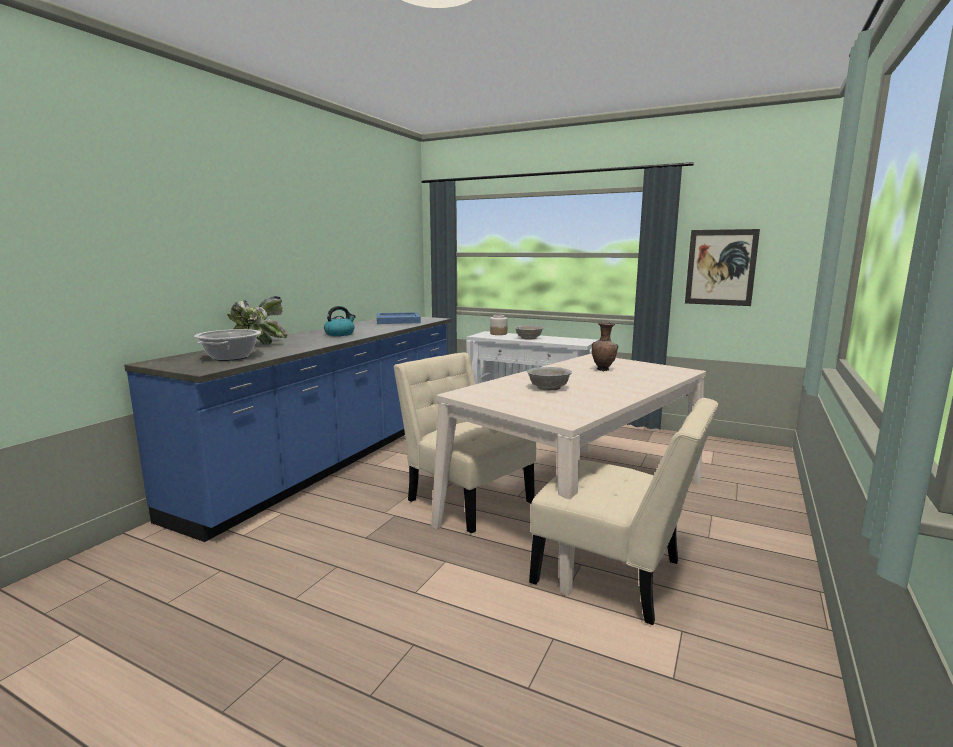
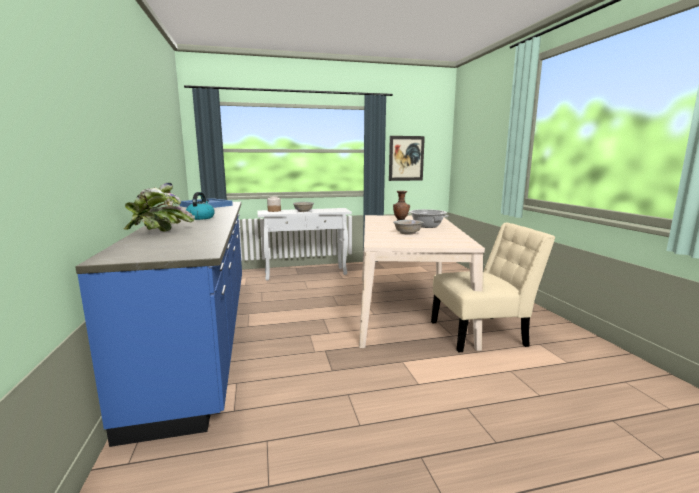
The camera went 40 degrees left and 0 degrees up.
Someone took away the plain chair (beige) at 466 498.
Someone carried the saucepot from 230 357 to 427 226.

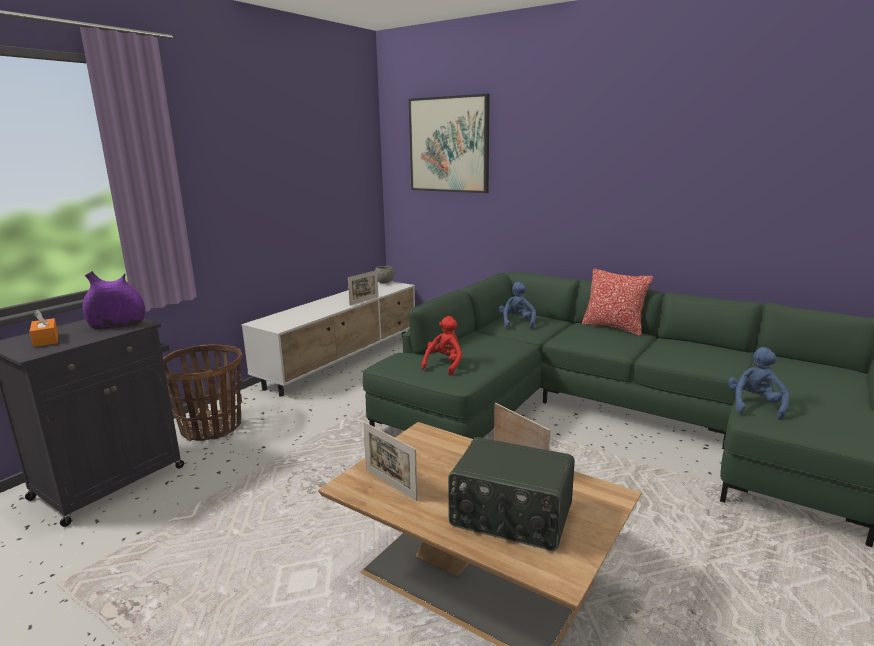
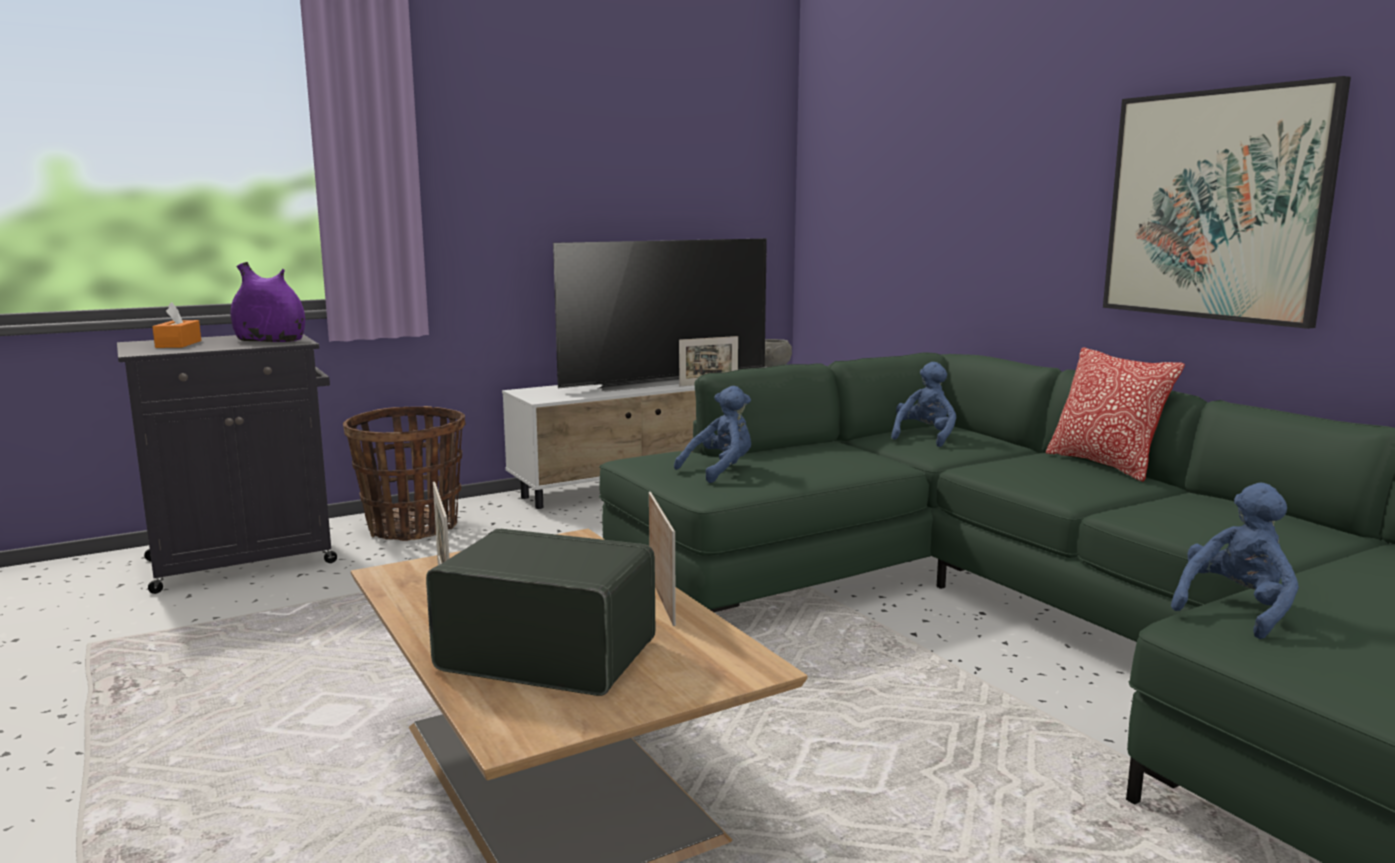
The camera went 25 degrees right and 5 degrees down.
Someone put down the TV at 662 381.
Someone carried the wall art from 449 145 to 1216 205.
Someone repainted the soft toy (red-coloured) at 444 365, which became the soft toy (bluish) at 720 471.
Someone rotated the radio set at 510 517 by 150 degrees clockwise.

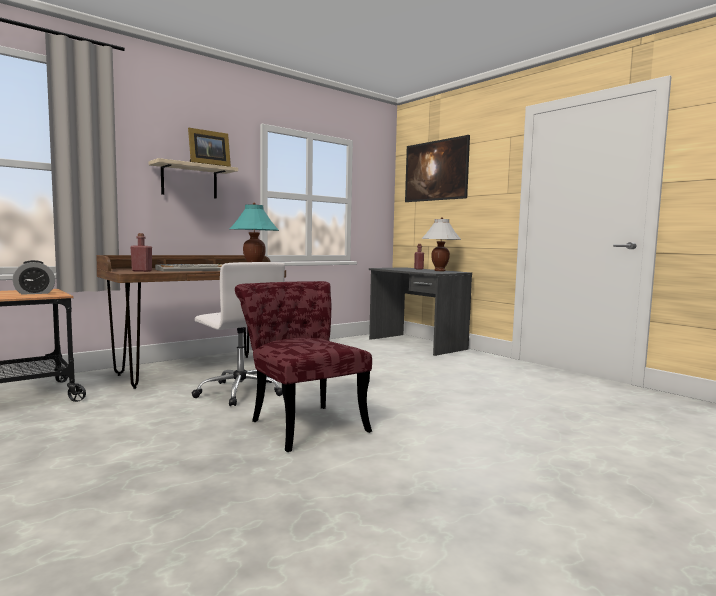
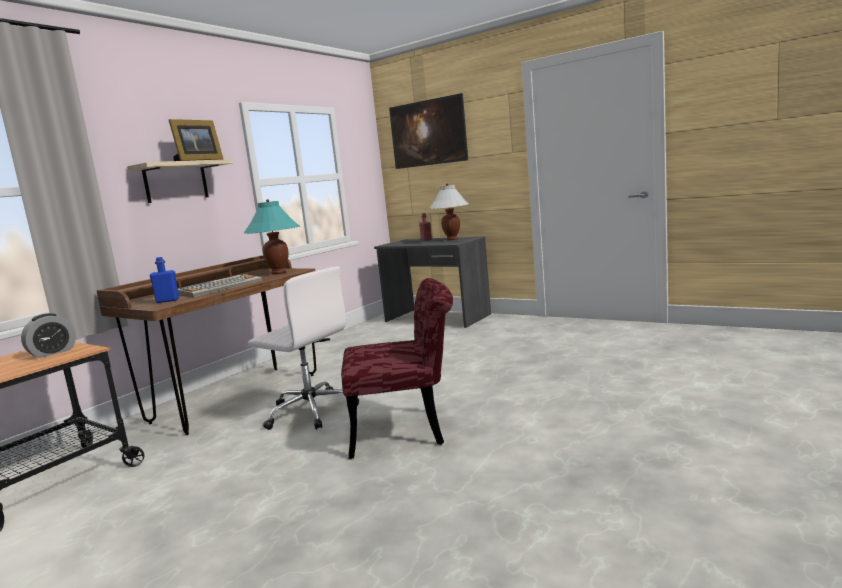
The camera went 15 degrees left and 5 degrees up.
Someone repainted the drink bottle (red-coloured) at 142 271, which became the drink bottle (bluish) at 167 301.
Someone rotated the plain chair (red-coloured) at 302 423 by 135 degrees clockwise.

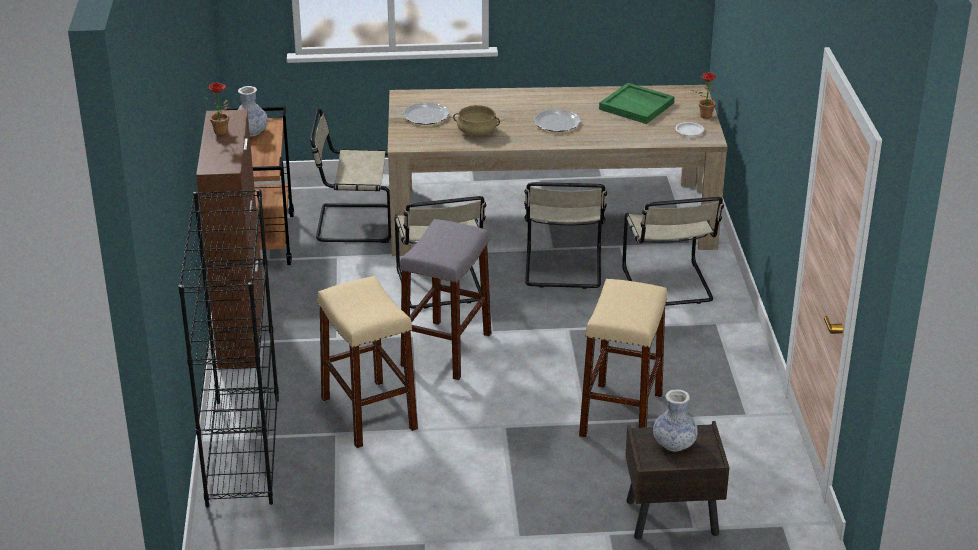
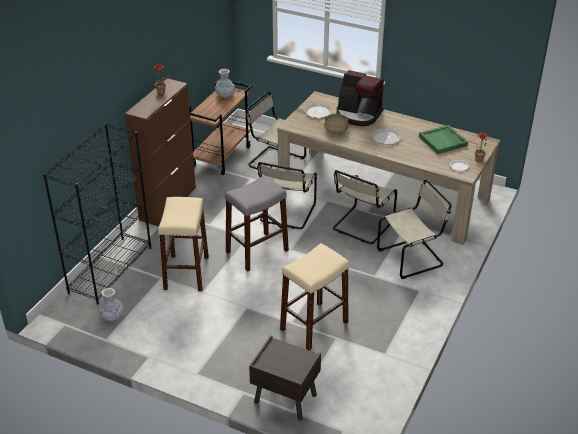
The camera went 30 degrees right and 5 degrees up.
Someone put down the coffee machine at 358 114.
Someone carried the vase from 674 444 to 112 316.
Someone rotated the plain chair (beige) at 668 286 by 135 degrees counterclockwise.

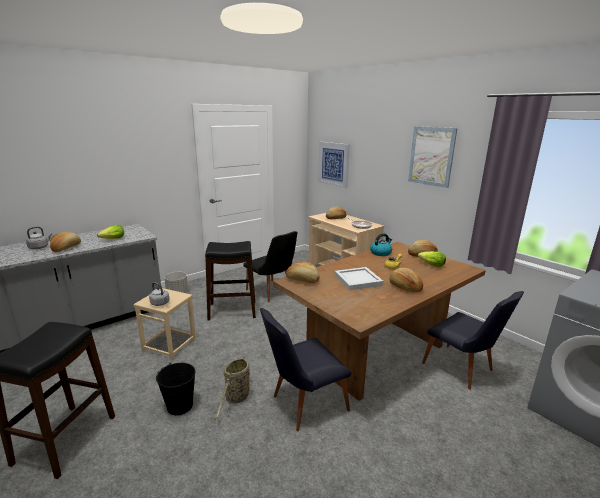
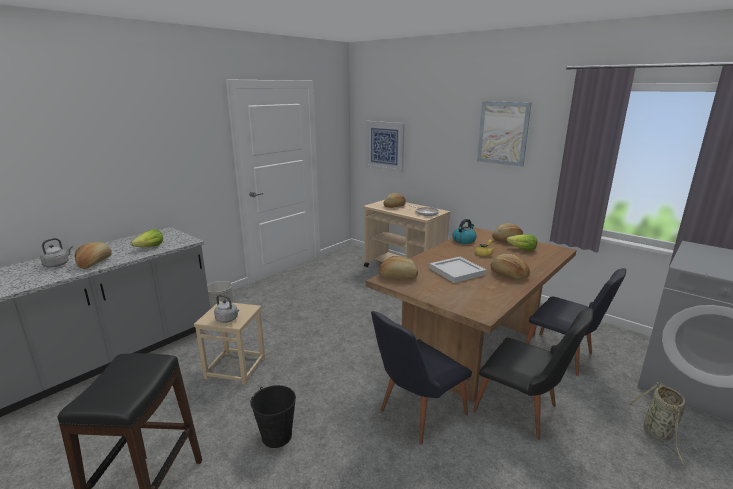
The camera went 10 degrees left and 0 degrees up.
Someone took away the sitting stool (black) at 232 310.
Someone carried the storage basket from 236 398 to 658 435.
Someone carried the plain chair (black) from 272 292 to 523 412.

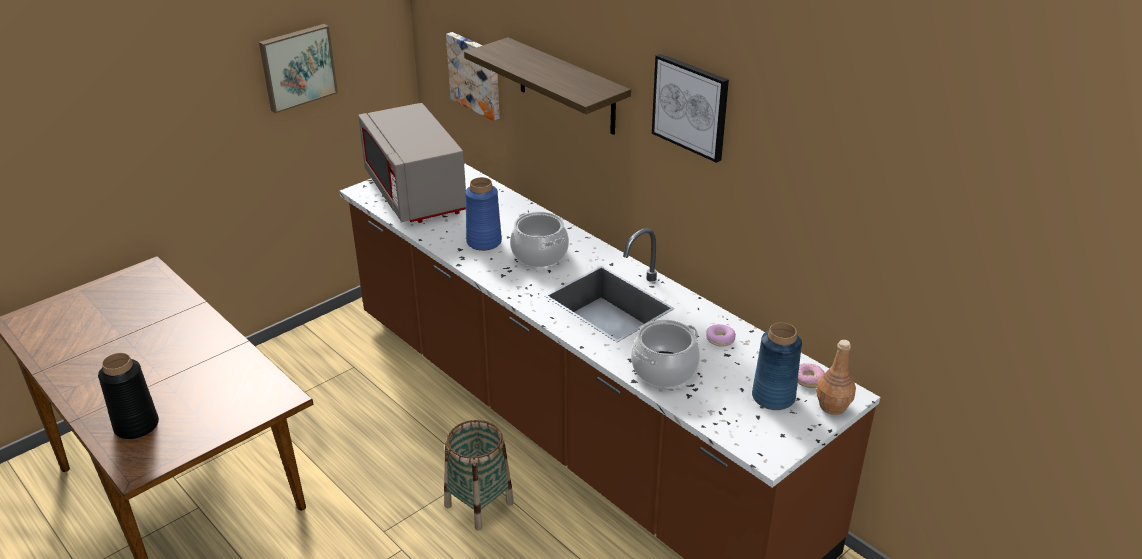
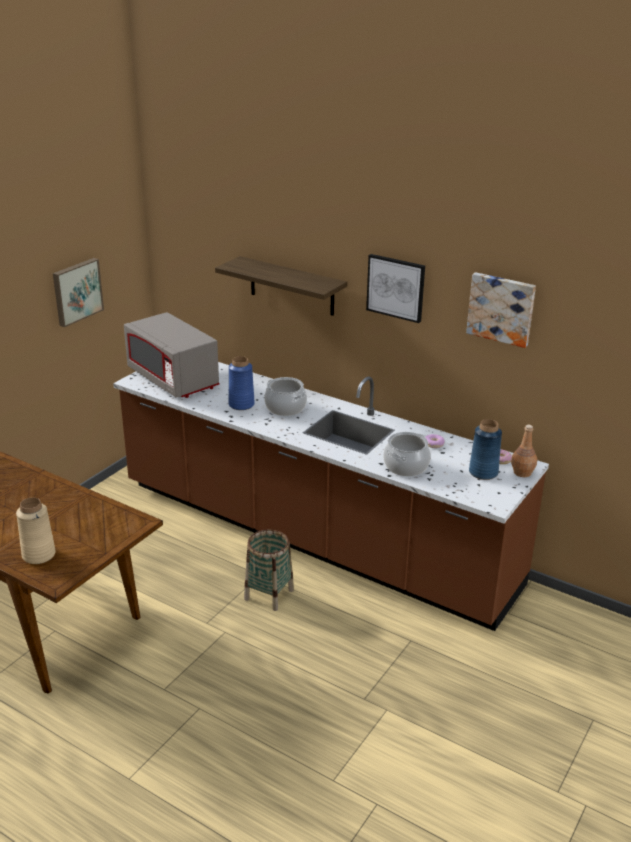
The camera went 15 degrees left and 5 degrees down.
Someone carried the wall art from 476 75 to 501 308.
Someone repainted the vase (black) at 136 425, which became the vase (beige) at 39 555.

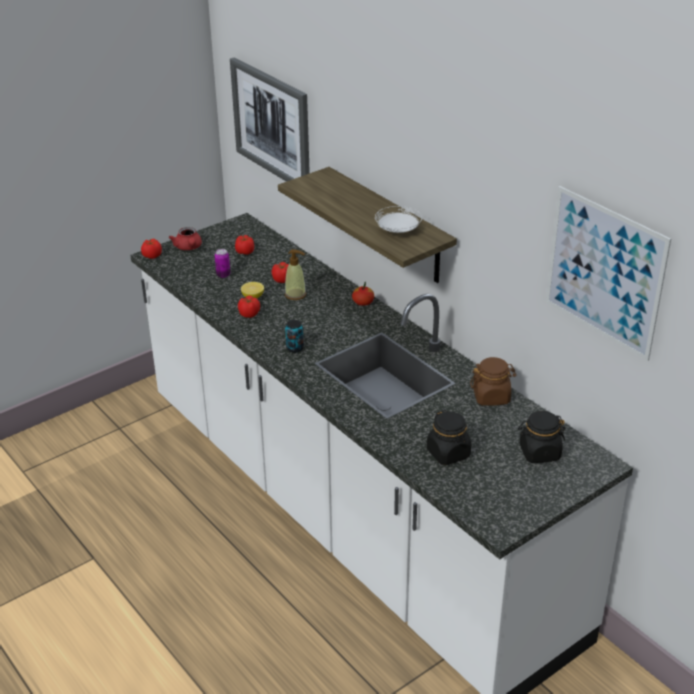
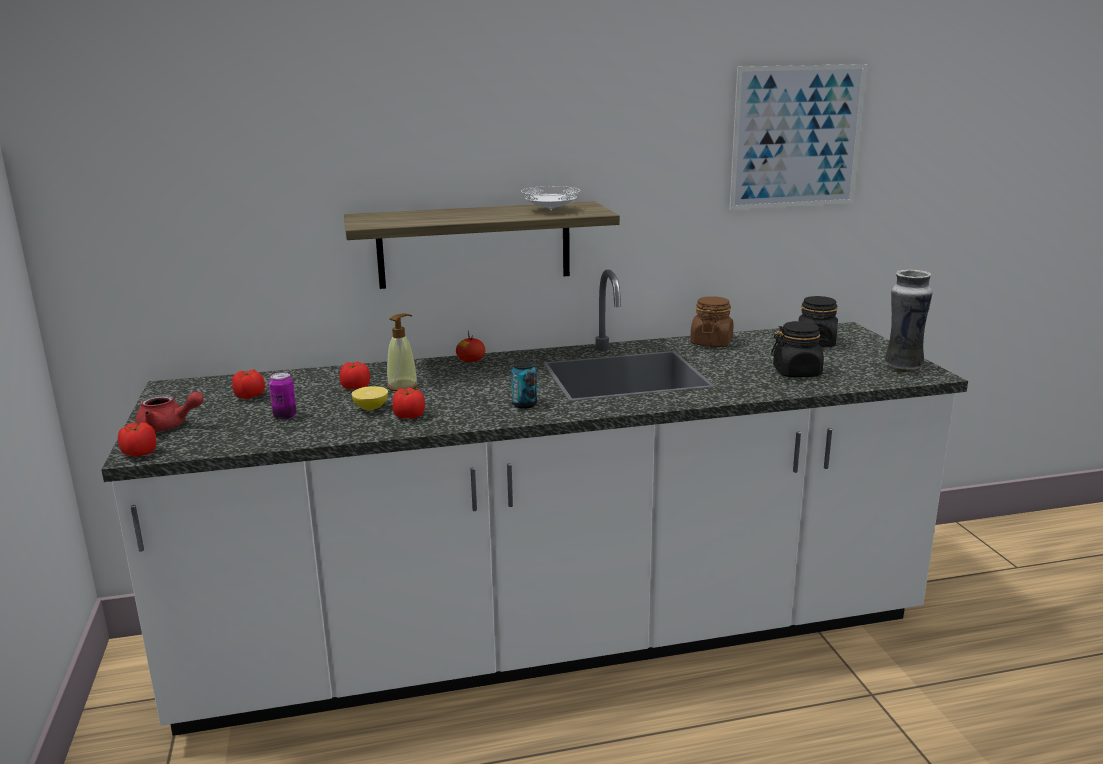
The camera went 65 degrees left and 15 degrees down.
Someone took away the wall art at 272 123.
Someone put down the vase at 902 367.

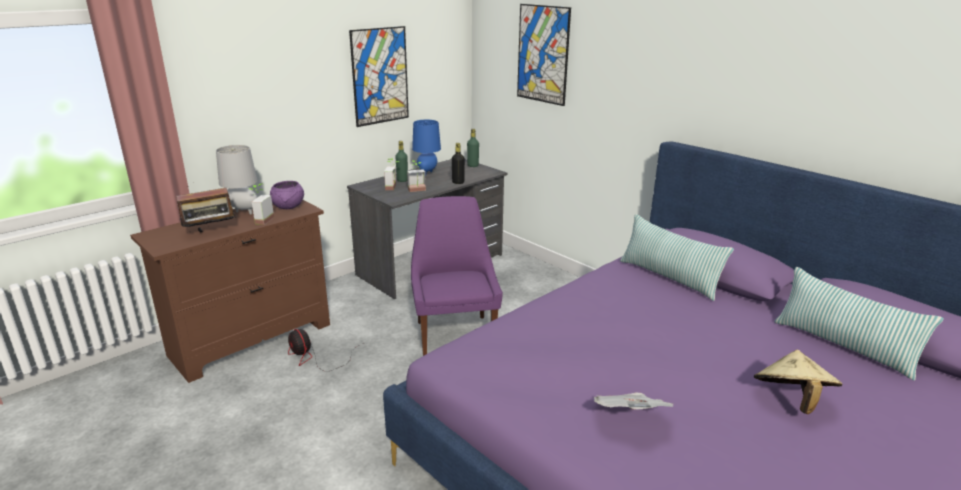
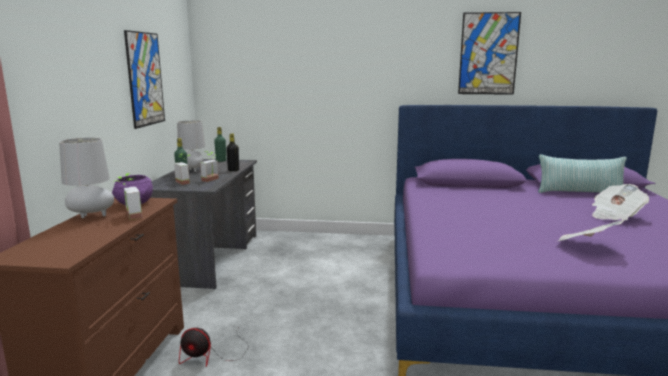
The camera went 40 degrees left and 10 degrees down.
Someone took away the radio set at 210 232.
Someone took away the plain chair (purple-coloured) at 454 333.
Someone took away the throw pillow at 669 277.
Someone carried the wall art from 543 54 to 488 54.
Someone swapped the hat (beige) at 791 401 for the newspaper at 615 215.
Someone repainted the lamp for a table (bluish) at 427 173, which became the lamp for a table (greyish) at 193 170.

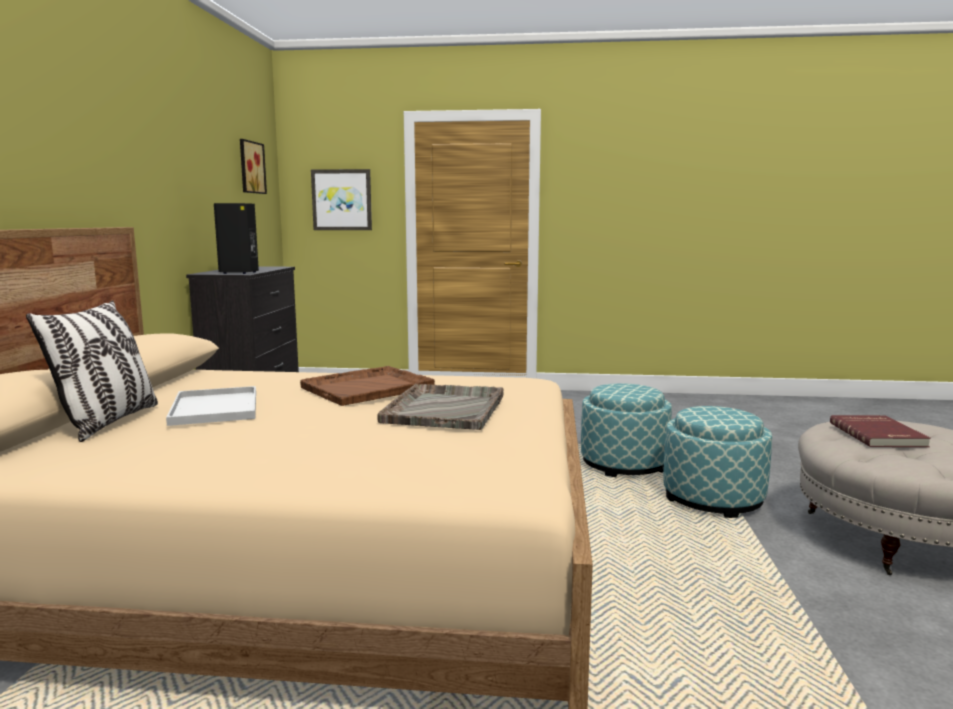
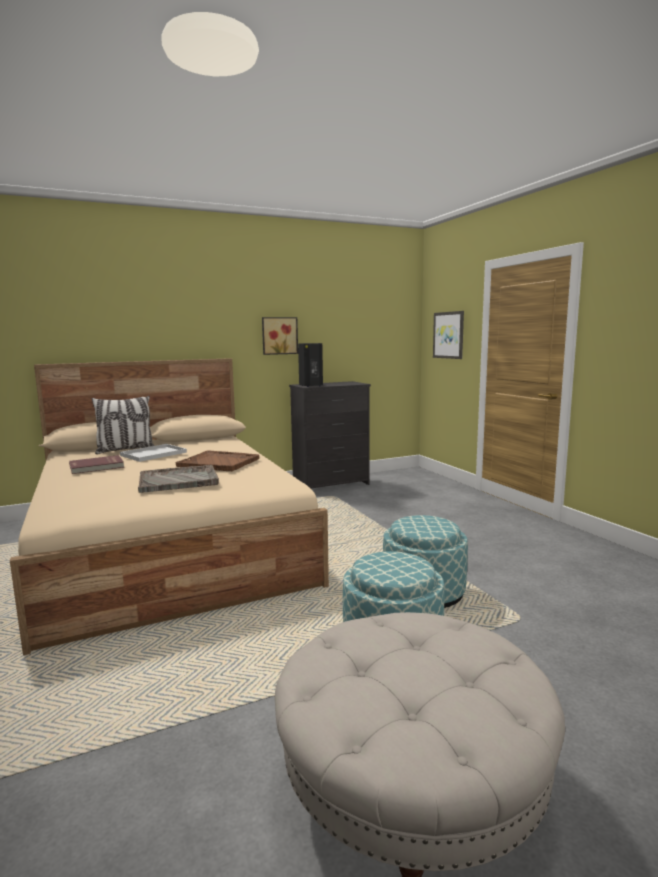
The camera went 60 degrees right and 0 degrees up.
Someone carried the wall art from 250 167 to 279 335.
Someone carried the bound book (red-coloured) from 878 434 to 96 467.

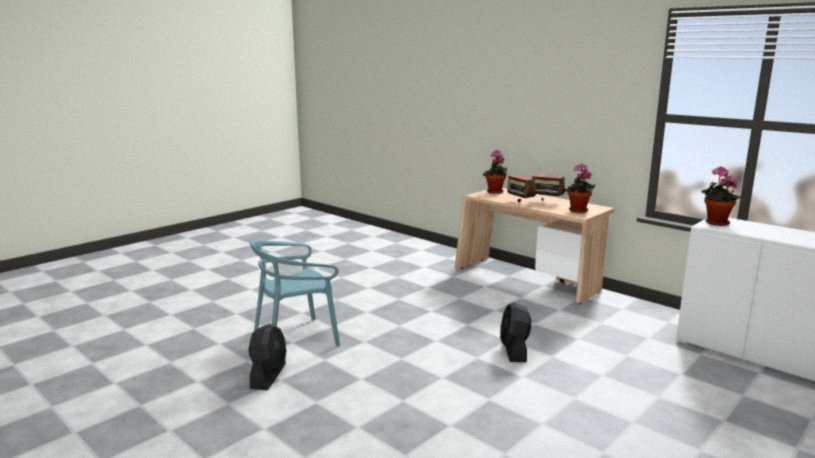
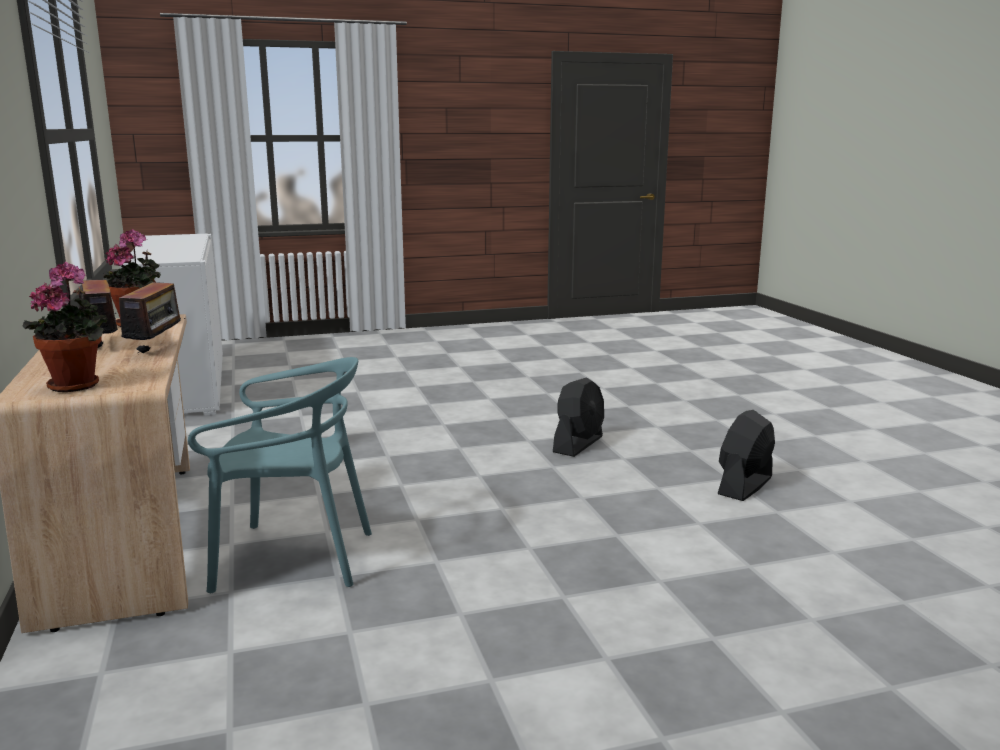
The camera went 150 degrees left and 0 degrees up.
Someone took away the potted plant at 715 223.
Someone carried the plain chair (blue-green) from 296 338 to 293 558.
Someone carried the cooling fan (black) from 514 350 to 578 444.

